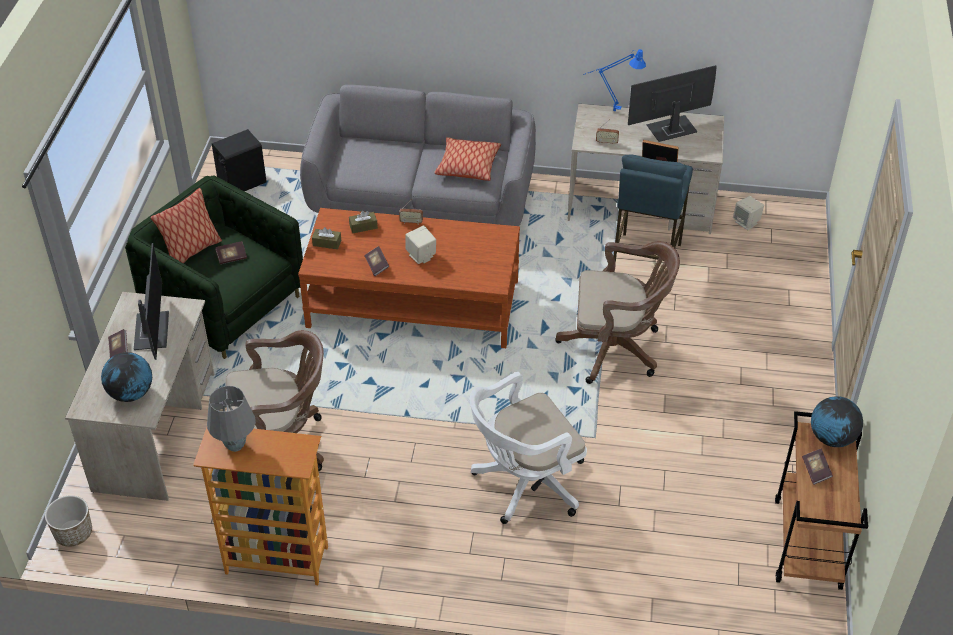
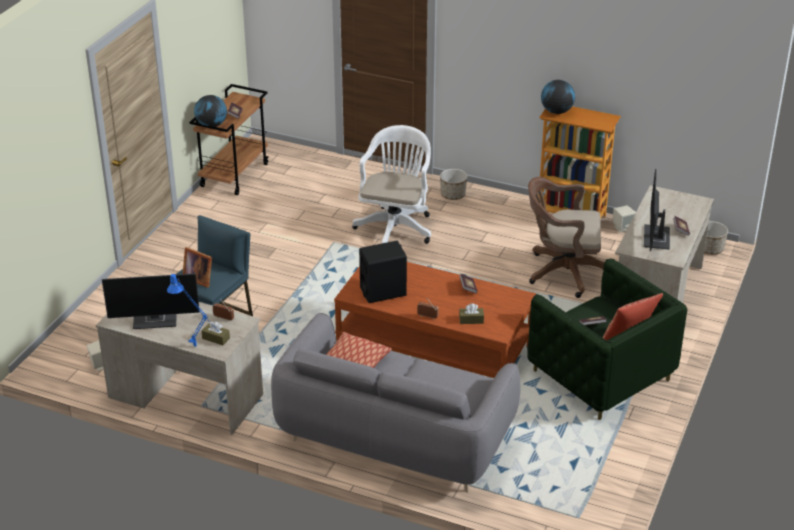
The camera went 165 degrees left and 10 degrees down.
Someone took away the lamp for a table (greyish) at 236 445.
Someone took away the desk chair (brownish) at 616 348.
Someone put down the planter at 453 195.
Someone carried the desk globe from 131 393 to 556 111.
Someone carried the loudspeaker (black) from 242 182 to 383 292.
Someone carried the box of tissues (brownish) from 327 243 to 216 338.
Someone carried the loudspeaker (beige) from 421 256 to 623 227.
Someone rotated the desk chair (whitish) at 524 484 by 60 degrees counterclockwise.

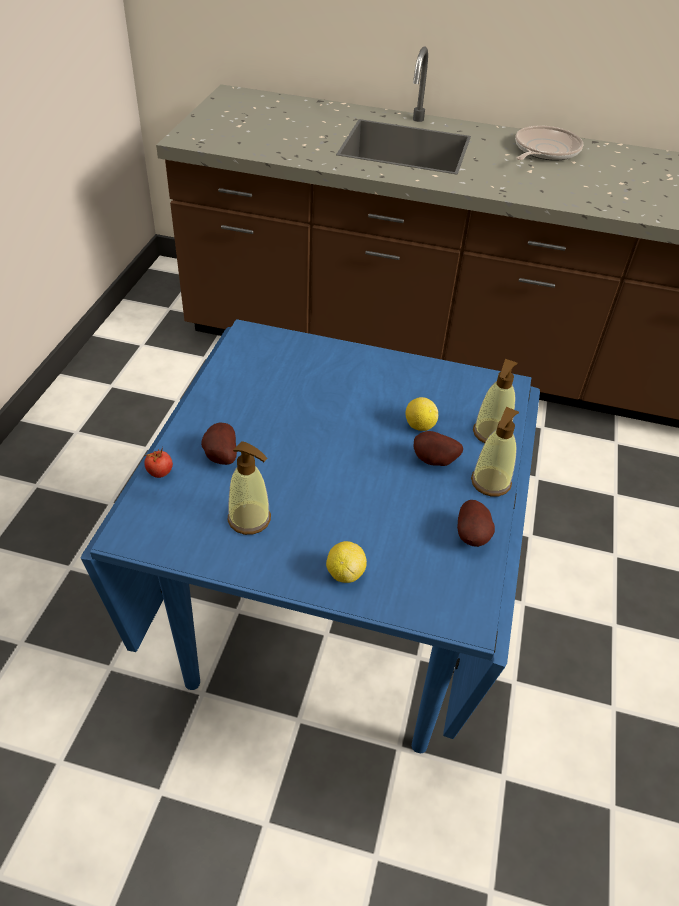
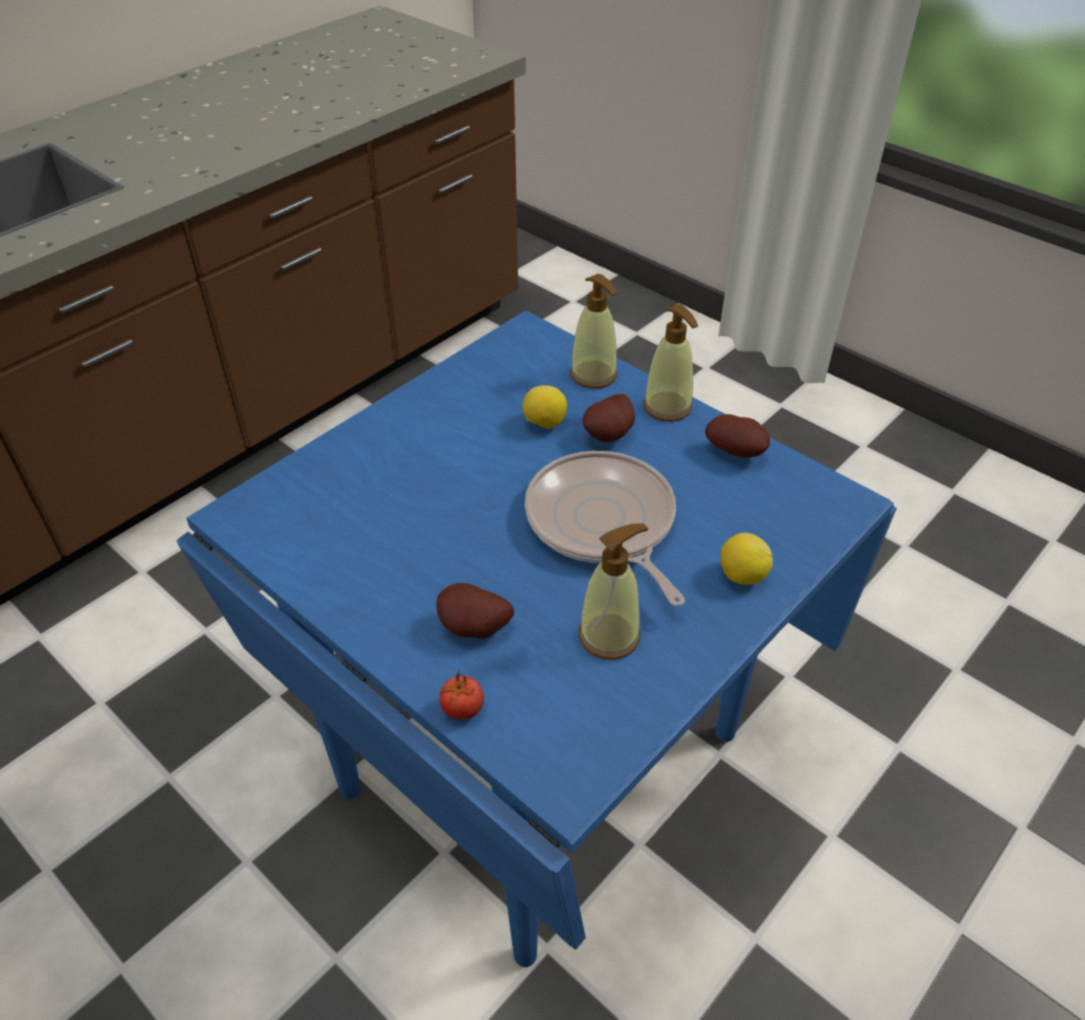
The camera went 60 degrees left and 0 degrees up.
Someone carried the skillet from 544 150 to 603 524.

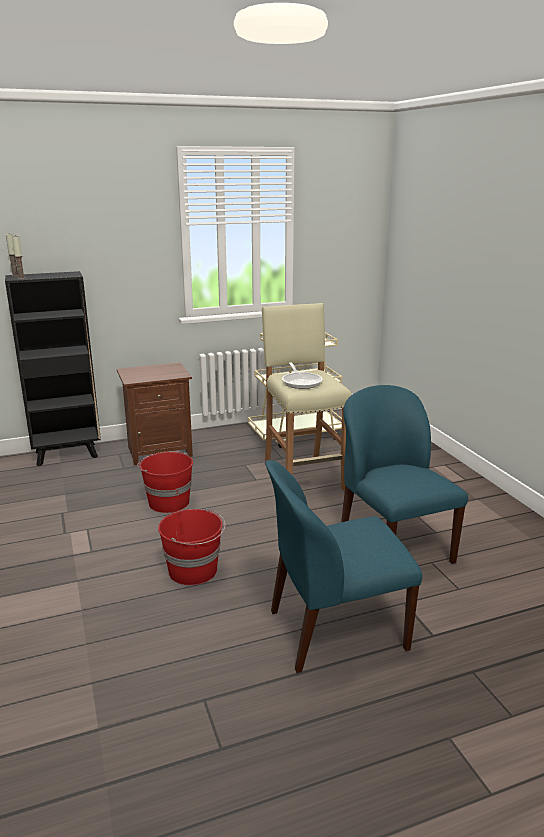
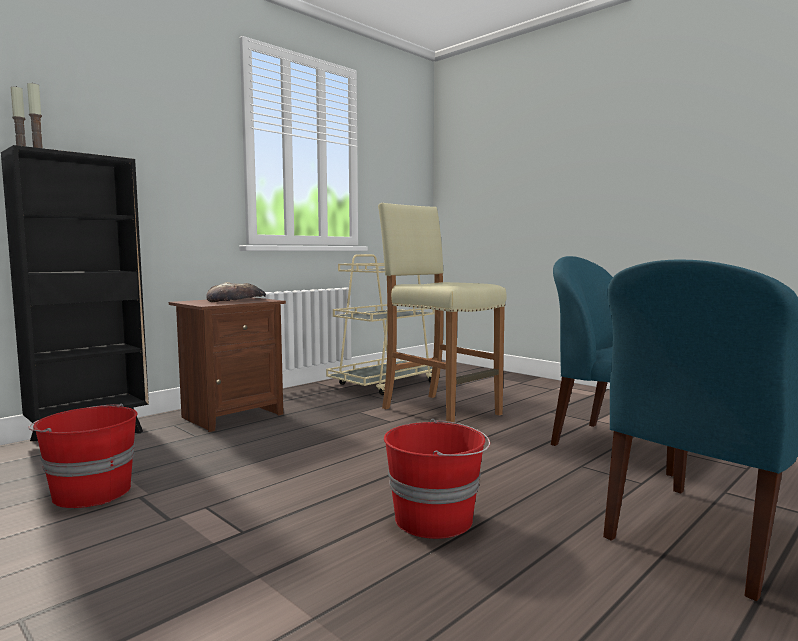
The camera went 25 degrees left and 15 degrees down.
Someone took away the skillet at 301 382.
Someone put down the bread at 236 300.
Someone carried the water bucket (red-coloured) from 168 502 to 90 492.

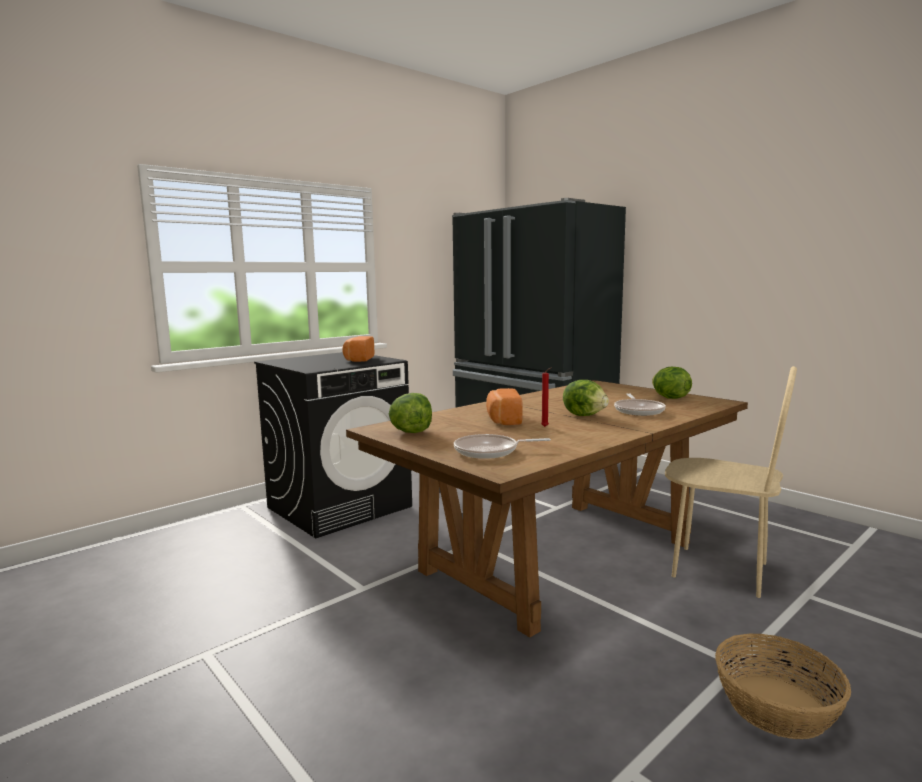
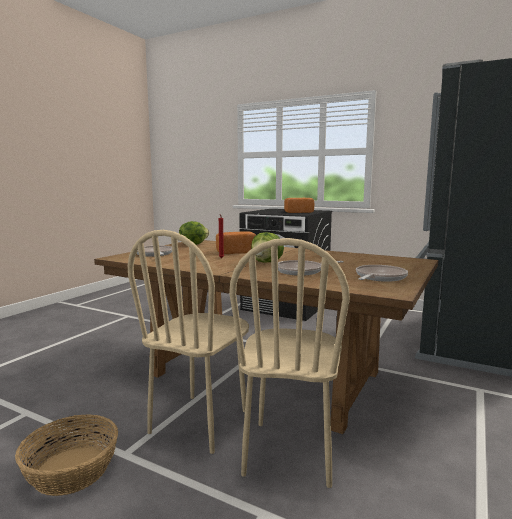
The camera went 70 degrees right and 0 degrees up.
Someone put down the plain chair (beige) at 200 422.
Someone swapped the lettuce at 669 398 for the skillet at 379 278.

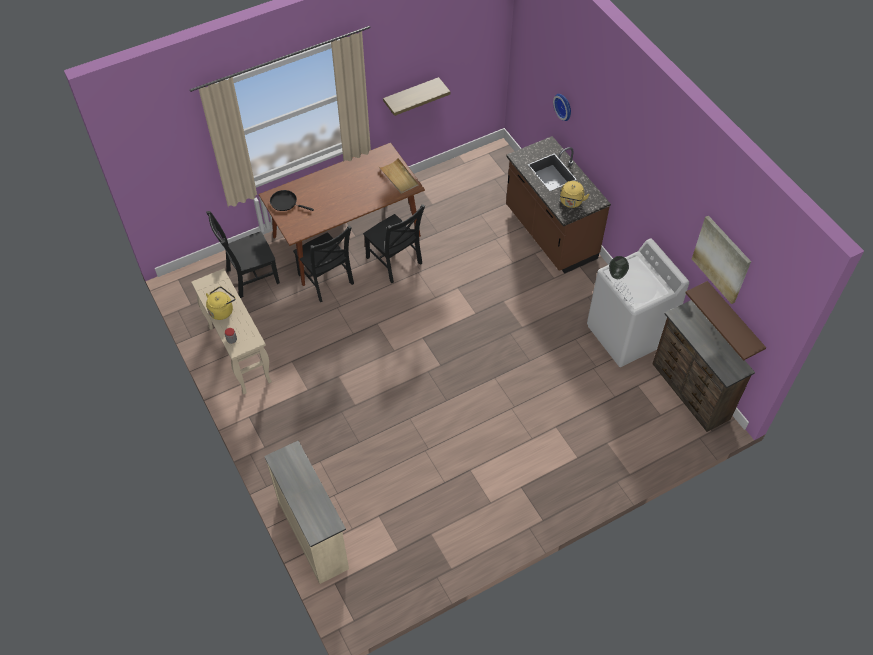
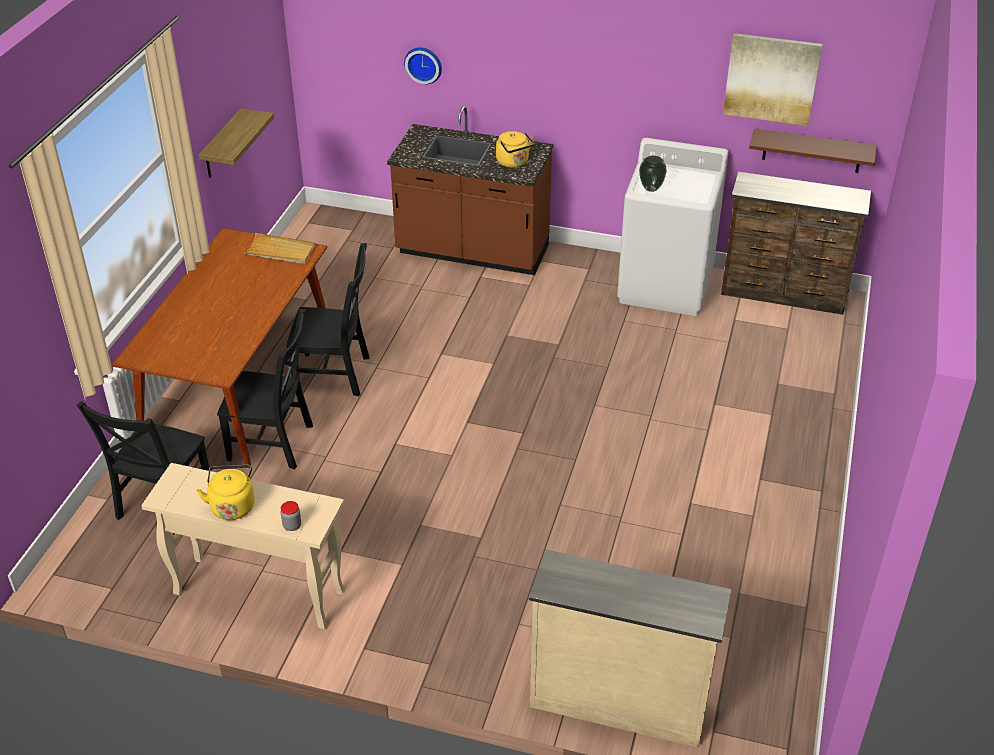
The camera went 45 degrees left and 15 degrees down.
Someone took away the skillet (black) at 285 202.

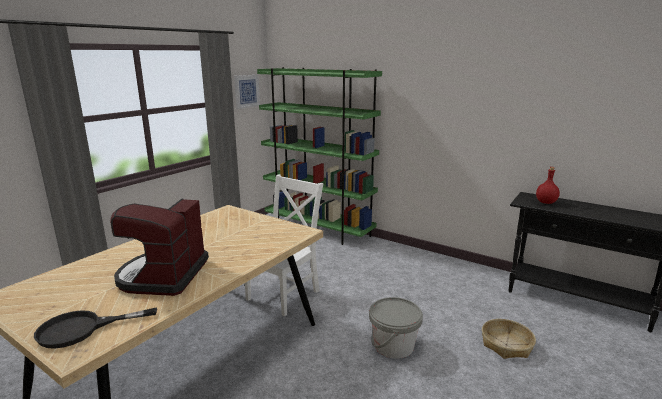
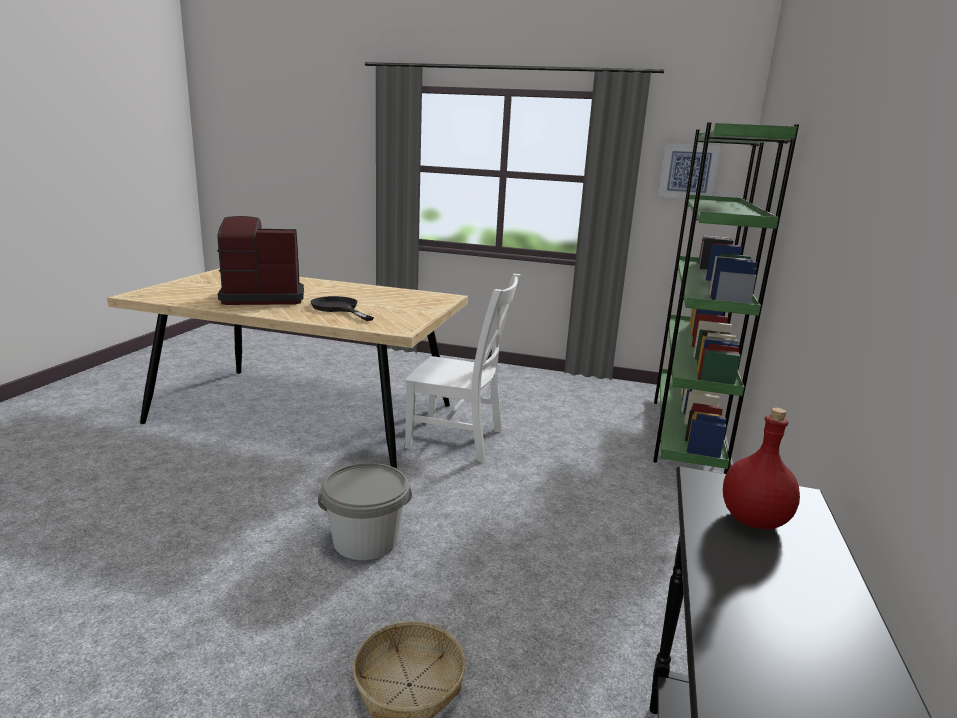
The camera went 70 degrees right and 0 degrees up.
Someone carried the skillet (black) from 81 329 to 338 308.

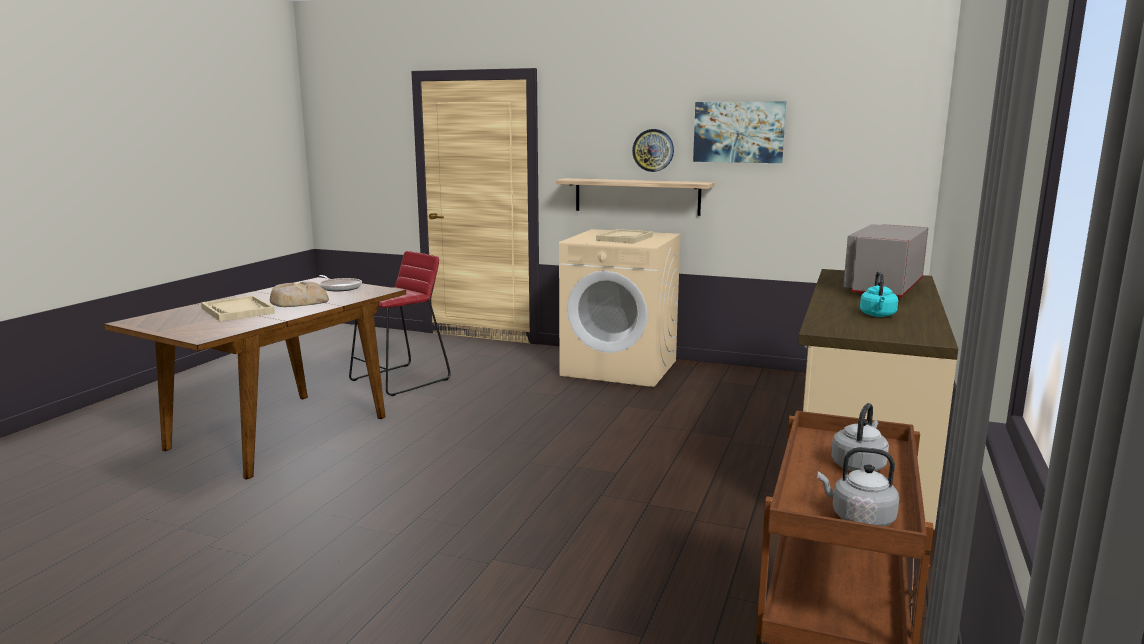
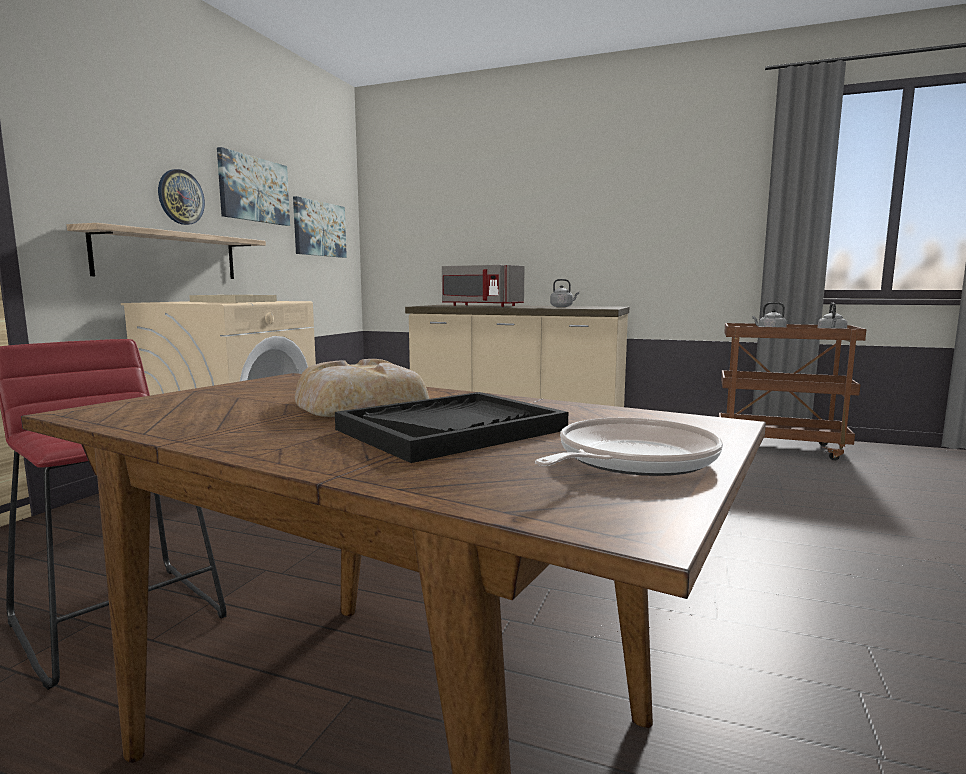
The camera went 90 degrees left and 5 degrees down.
Someone put up the wall art at 319 229.
Someone carried the skillet from 340 287 to 631 460.
Someone repainted the carrying tray (beige) at 238 311, which became the carrying tray (black) at 451 429.
Someone repainted the kettle (blue-green) at 878 315, which became the kettle (greyish) at 562 306.

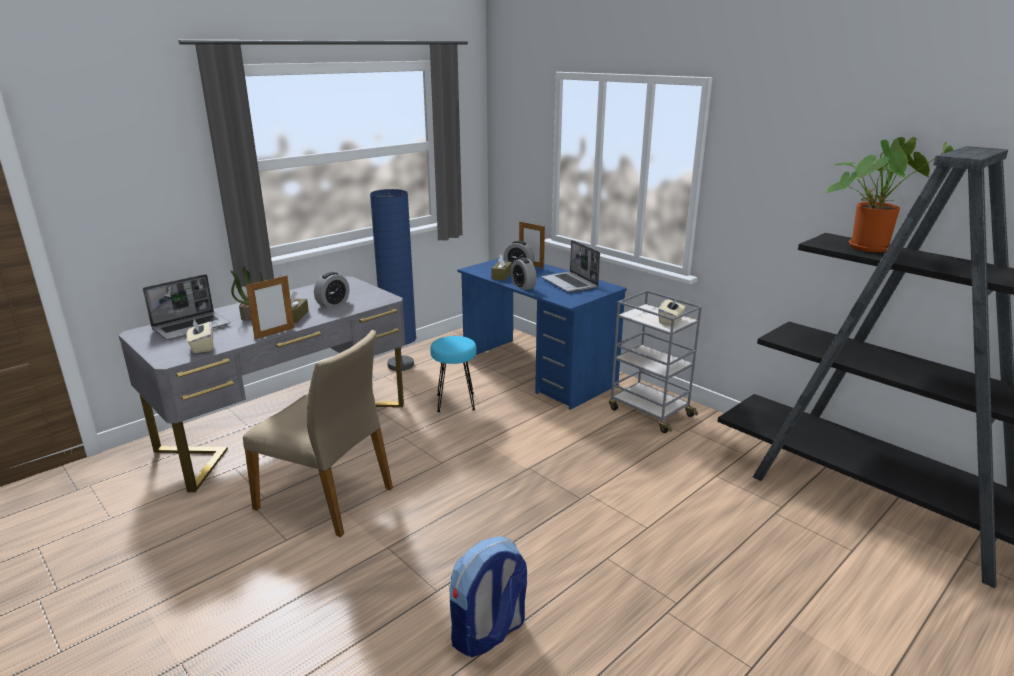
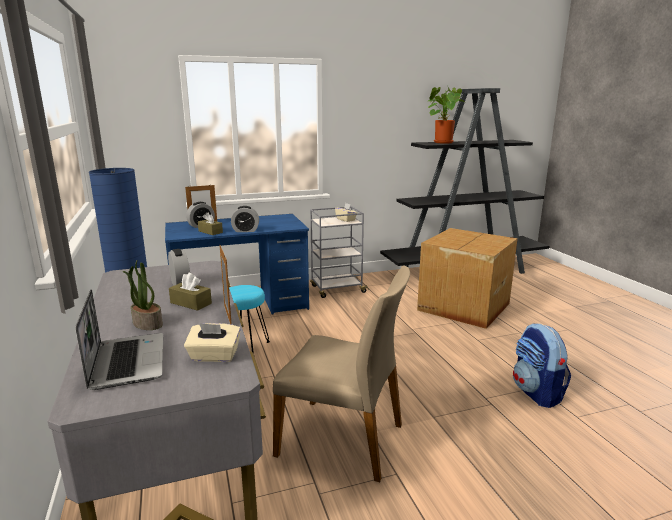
The camera went 65 degrees left and 5 degrees down.
Someone took away the notebook computer at 570 283.
Someone put down the carton at 462 307.
Someone rotated the plain chair (beige) at 327 497 by 60 degrees clockwise.

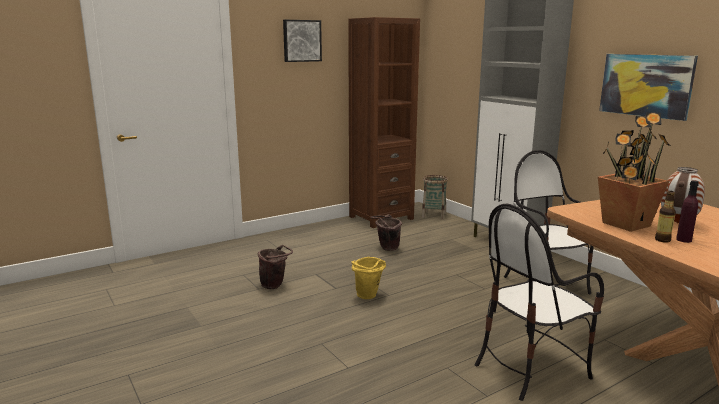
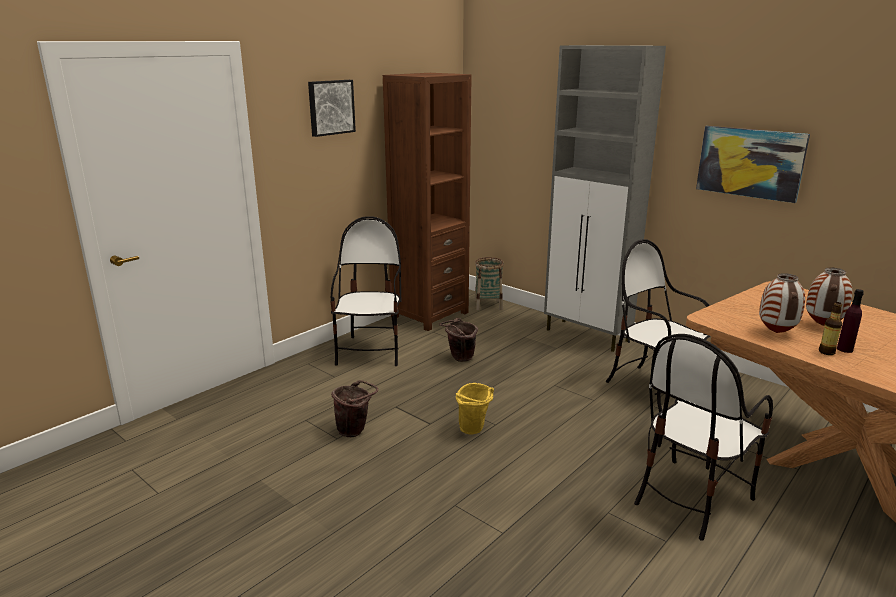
The camera went 15 degrees left and 5 degrees up.
Someone put down the plain chair at 371 351.
Someone swapped the potted plant at 625 224 for the vase at 777 333.

